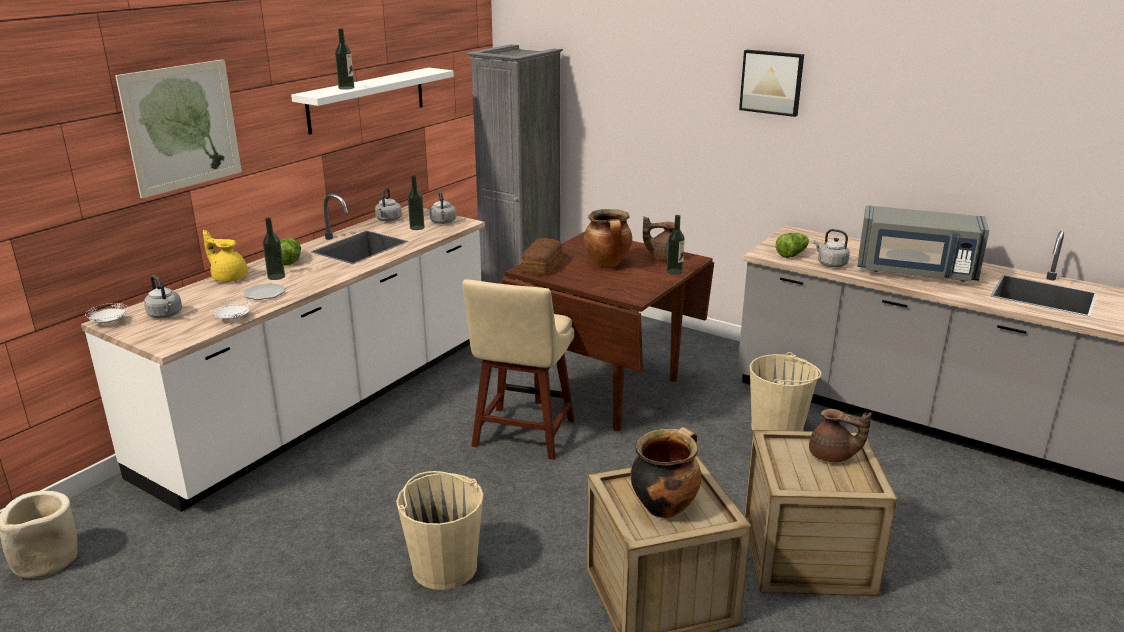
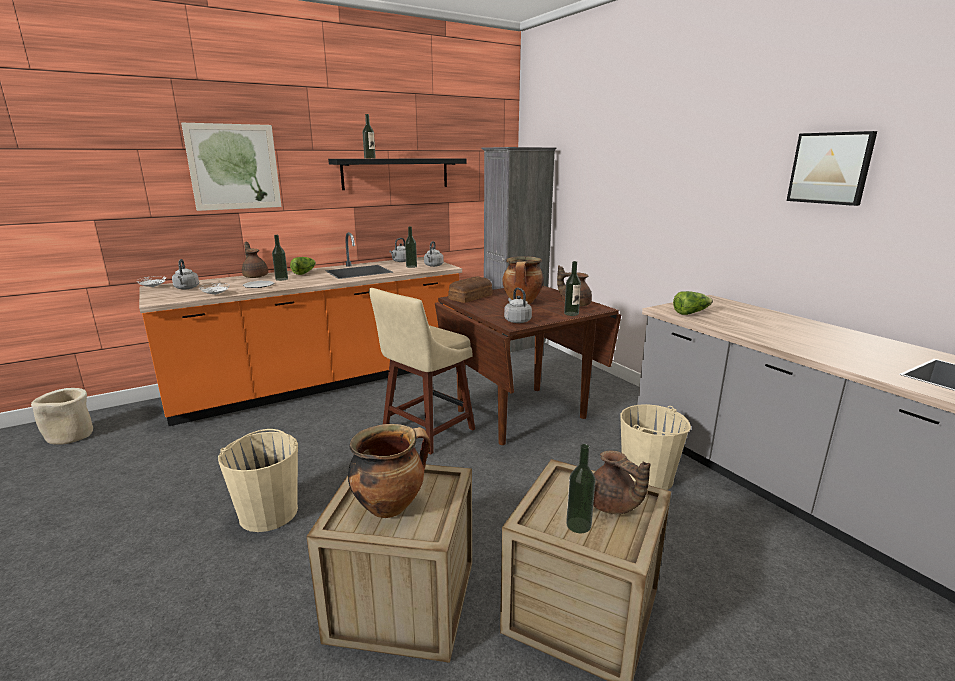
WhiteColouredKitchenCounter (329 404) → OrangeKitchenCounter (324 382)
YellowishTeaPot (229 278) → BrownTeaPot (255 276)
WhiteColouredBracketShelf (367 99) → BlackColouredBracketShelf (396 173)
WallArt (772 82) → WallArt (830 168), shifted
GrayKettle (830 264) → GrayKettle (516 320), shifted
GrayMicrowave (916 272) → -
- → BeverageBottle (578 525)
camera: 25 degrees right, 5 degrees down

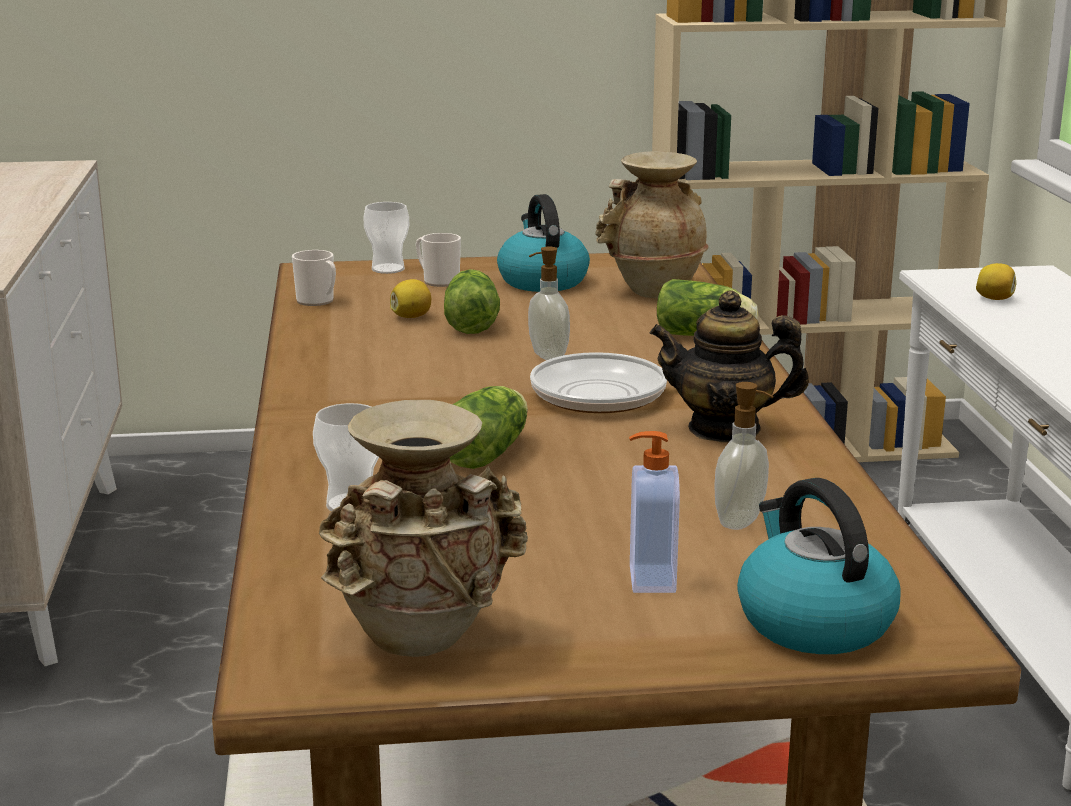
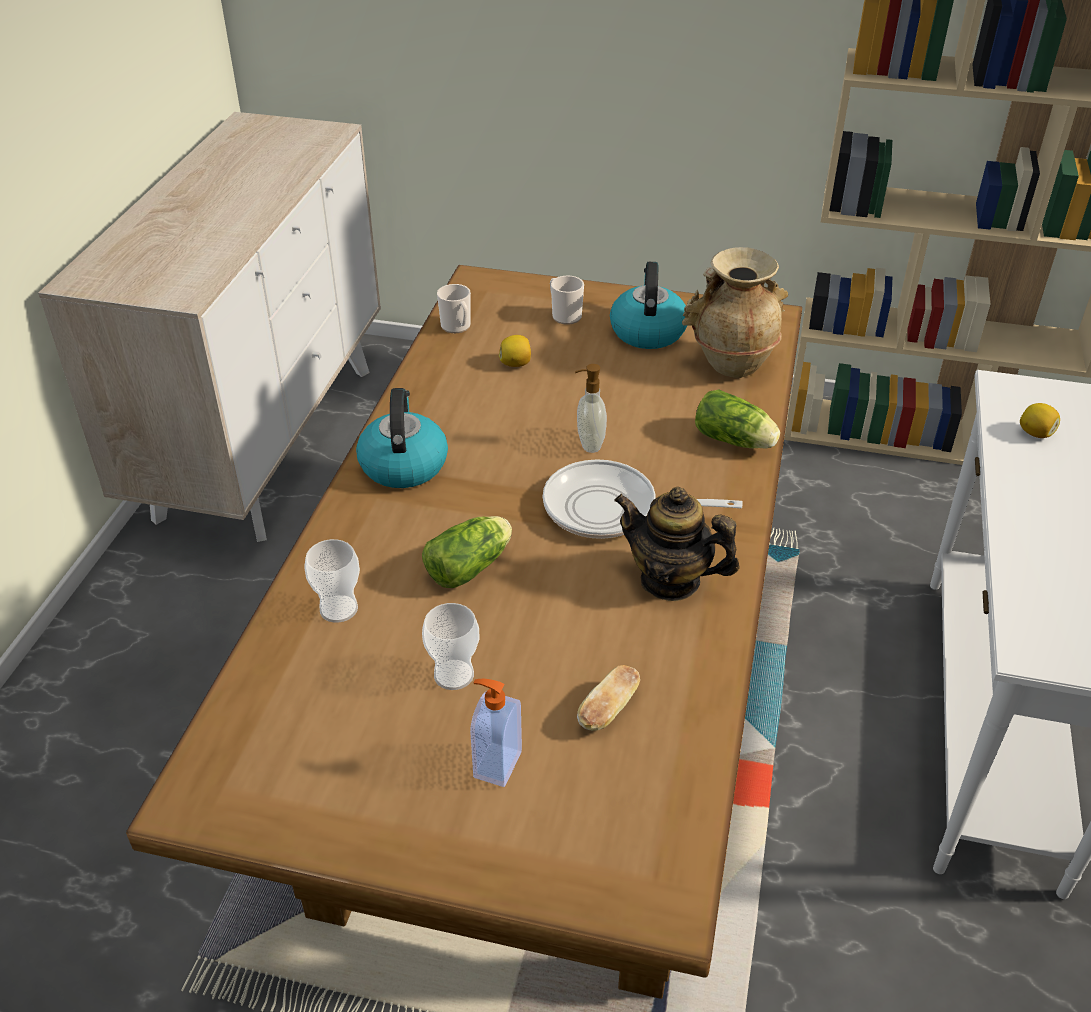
BeigeVase (422 639) → -
Cup (388 269) → Cup (454 675), shifted
Lettuce (471 322) → -
SoapDispenser (741 521) → Bread (608 709)
Kettle (812 621) → Kettle (403 464), shifted
camera: 20 degrees right, 20 degrees up

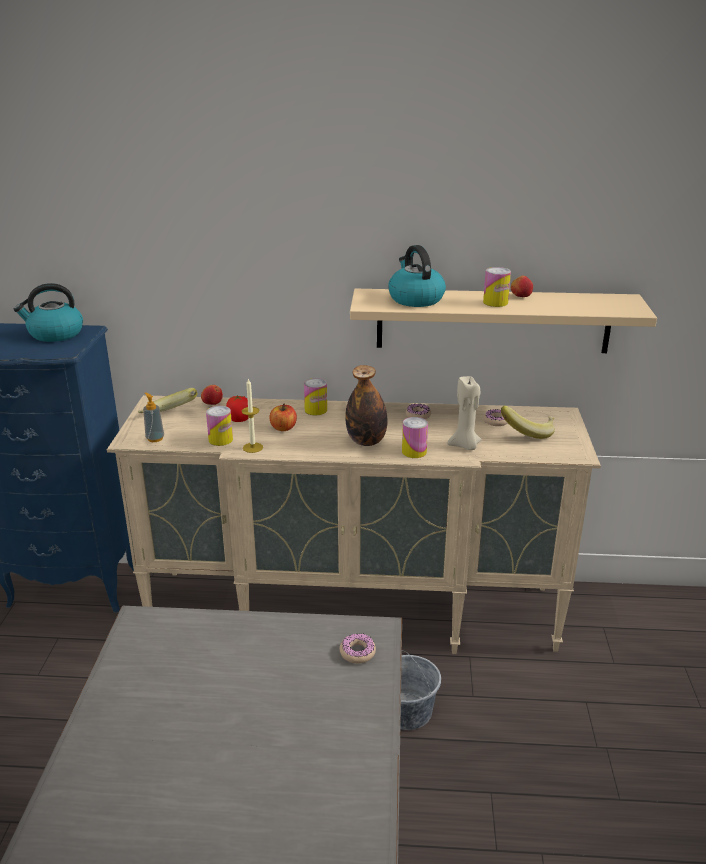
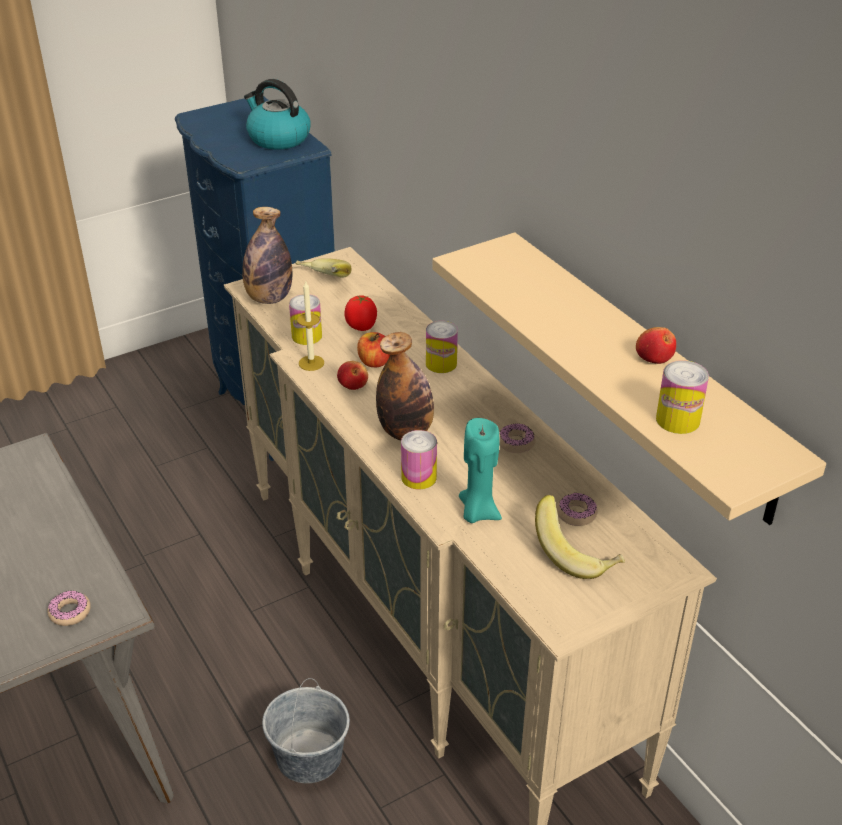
SoapDispenser (155 438) → BeverageBottle (269 298)
WholeApple (212 403) → WholeApple (353 384), shifted
Kettle (415 299) → -
BeigeCandle (465 446) → TurquoiseCandle (478 512)
MetalCan (495 302) → MetalCan (677 420), shifted
camera: 55 degrees right, 10 degrees up

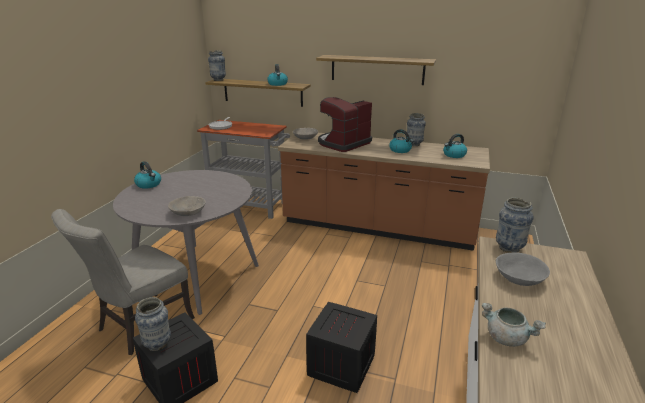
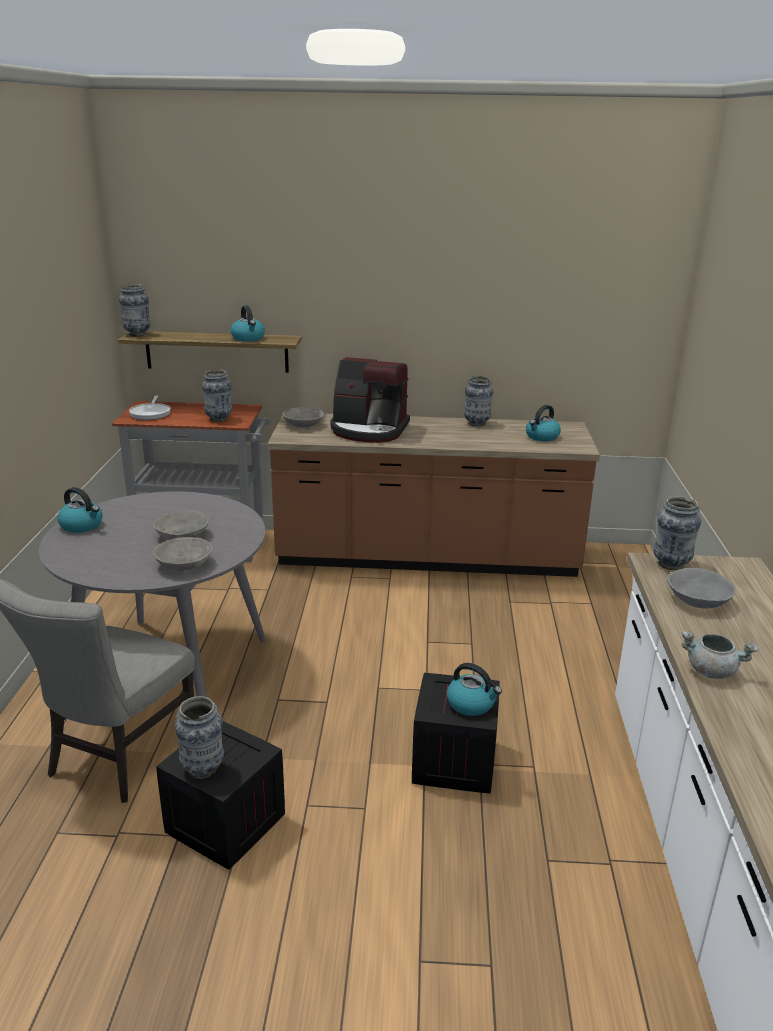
BracketShelf (377 69) → -
CoffeeBrewer (343 143) → CoffeeBrewer (369 430), 105 degrees counterclockwise
Kettle (400 150) → Kettle (471 704), shifted
- → GrayServingBowl (183 536)
- → Vase (219 419)
camera: 15 degrees left, 0 degrees up

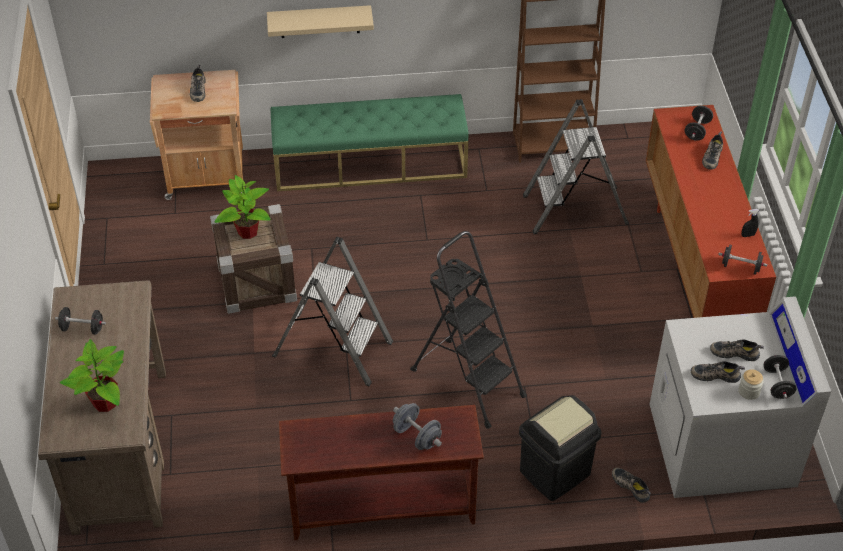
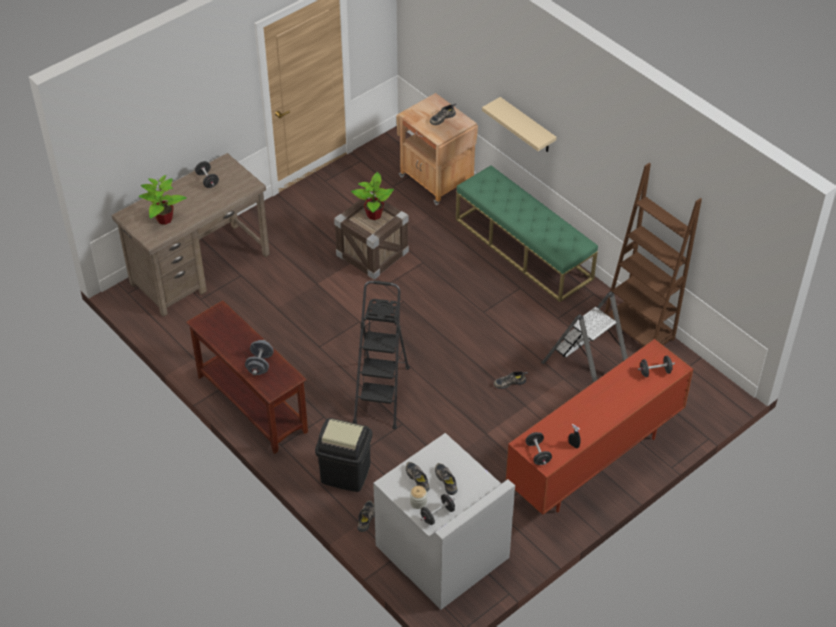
GrayStepStool (331 347) → -
Shoe (712 156) → Shoe (510 382), shifted
camera: 55 degrees right, 0 degrees up

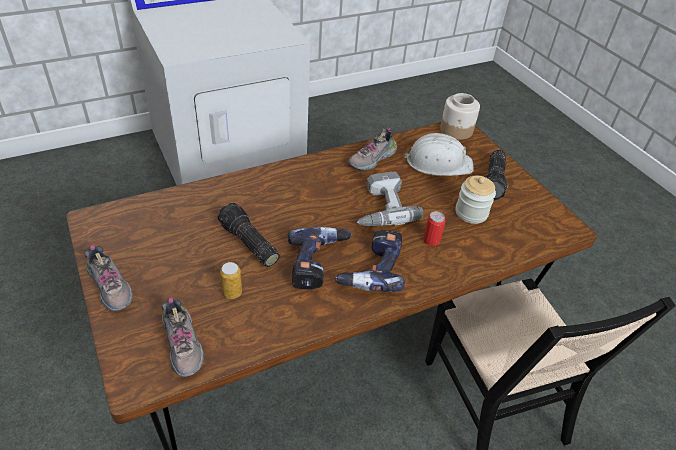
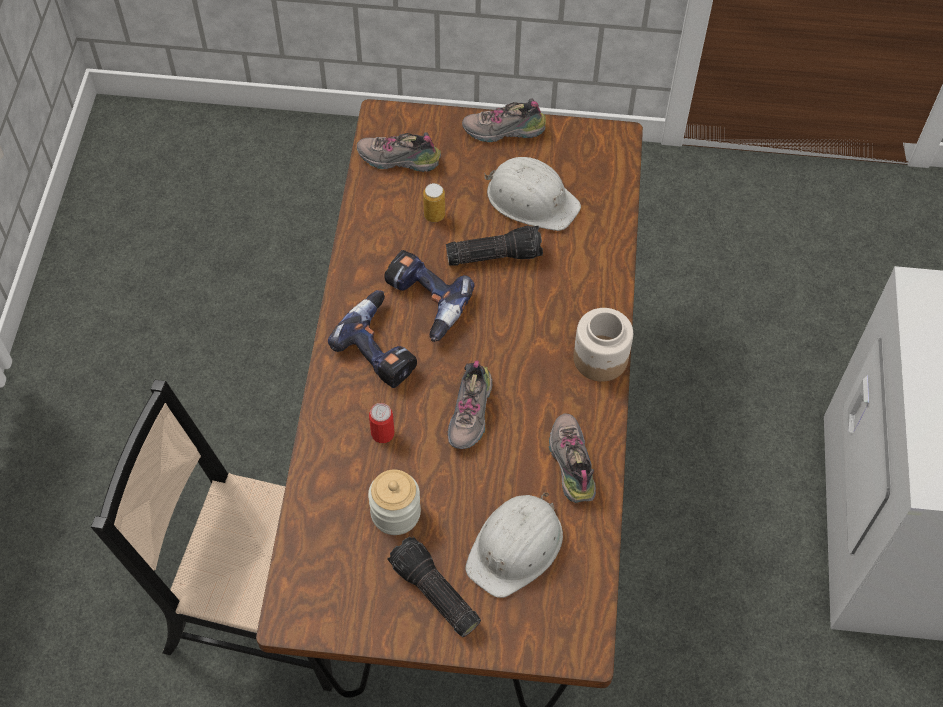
PowerDrill (380 207) → Shoe (471 413)
Jar (456 130) → Jar (599 358), shifted
- → WhiteColouredSafetyHelmet (531 199)
camera: 125 degrees right, 15 degrees up

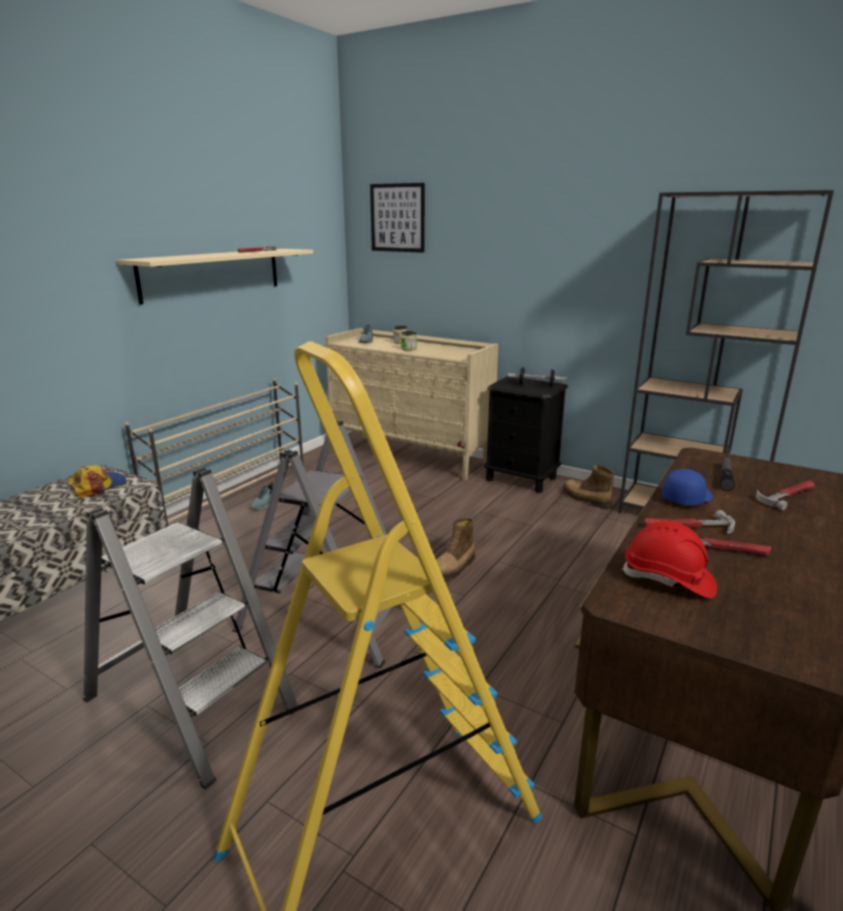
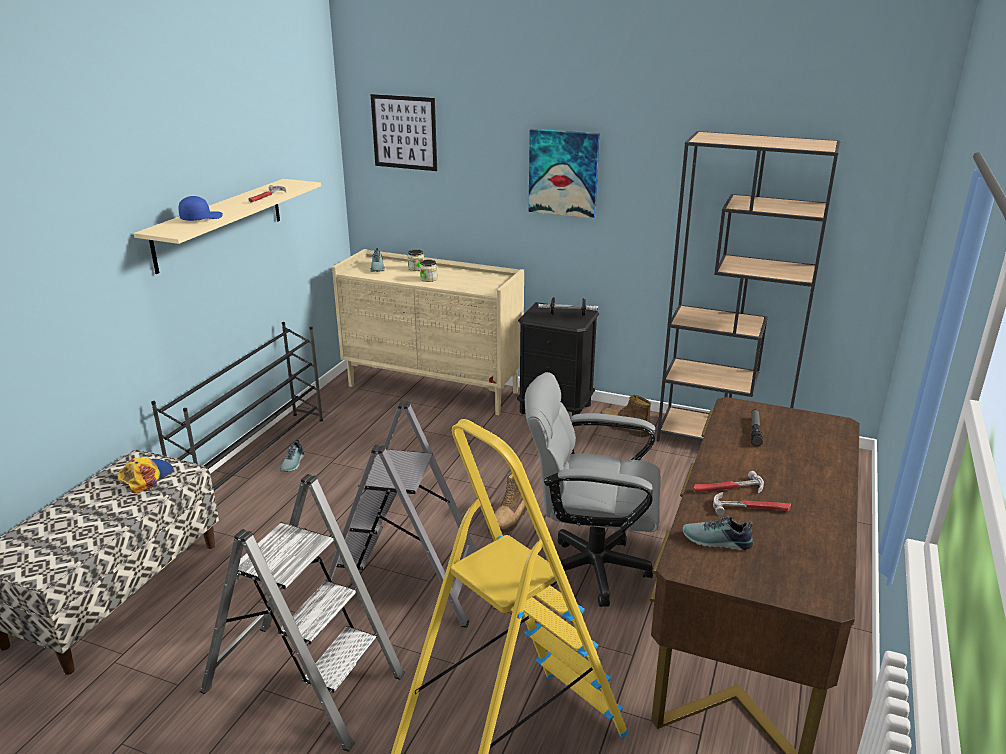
BeigeShoeShelf (233 498) → BlackColouredShoeShelf (256 460)
RedSafetyHelmet (668 580) → Shoe (716 542)
BlueBaseballCap (686 498) → BlueBaseballCap (201 218), shifted
Hammer (787 495) → -
- → GrayComputerChair (589 571)
- → WallArt (563 173)
camera: 10 degrees left, 5 degrees up

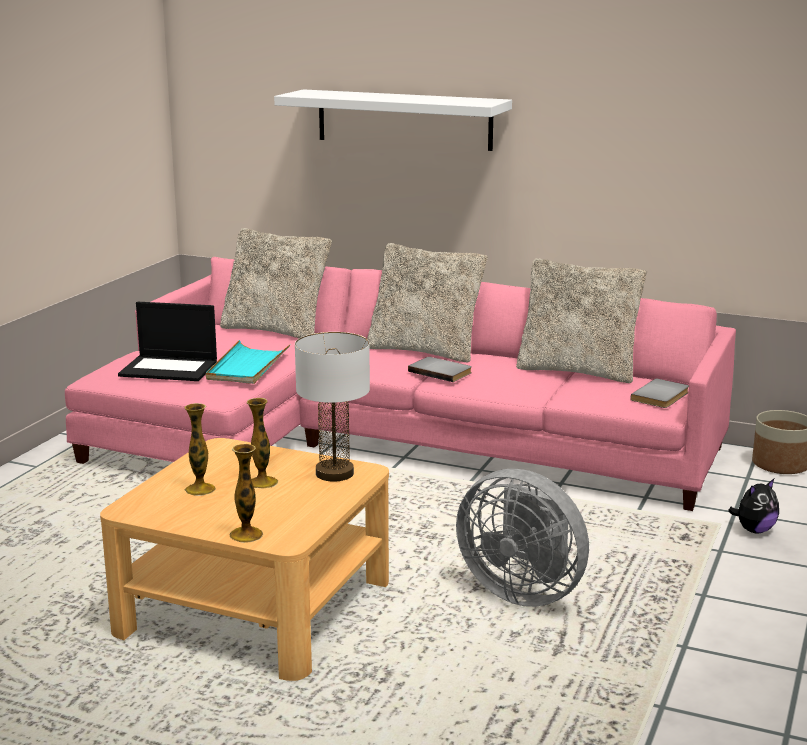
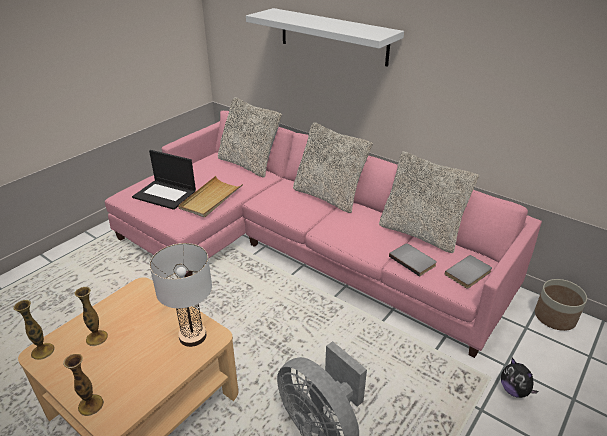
TurquoiseTray (247 366) → BeigeTray (211 199)
Vase (263 482) → Vase (43 351), shifted
GrayVolume (441 371) → GrayVolume (413 260), shifted
SoftToy (754 530) → SoftToy (514 390), 75 degrees clockwise
camera: 15 degrees right, 15 degrees up

